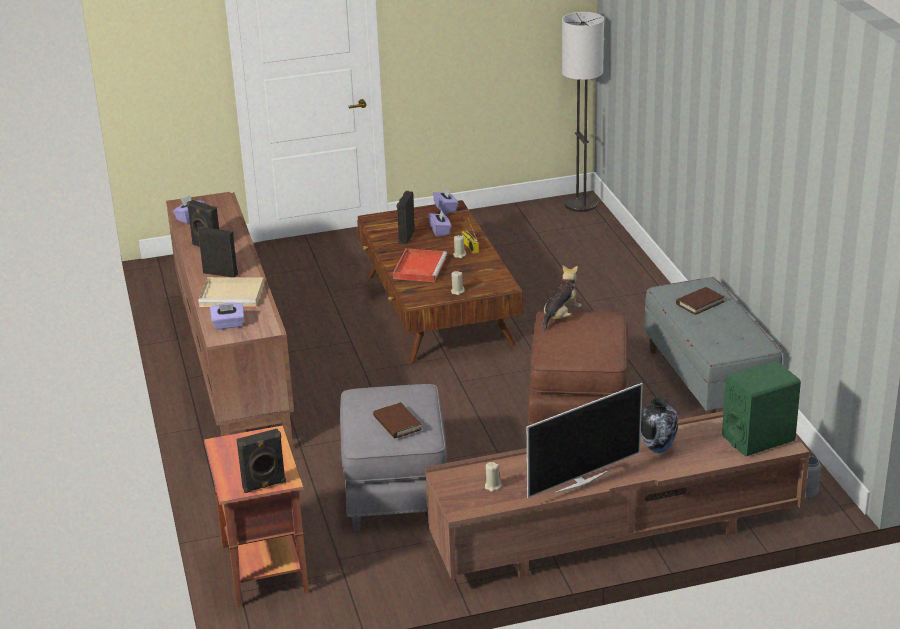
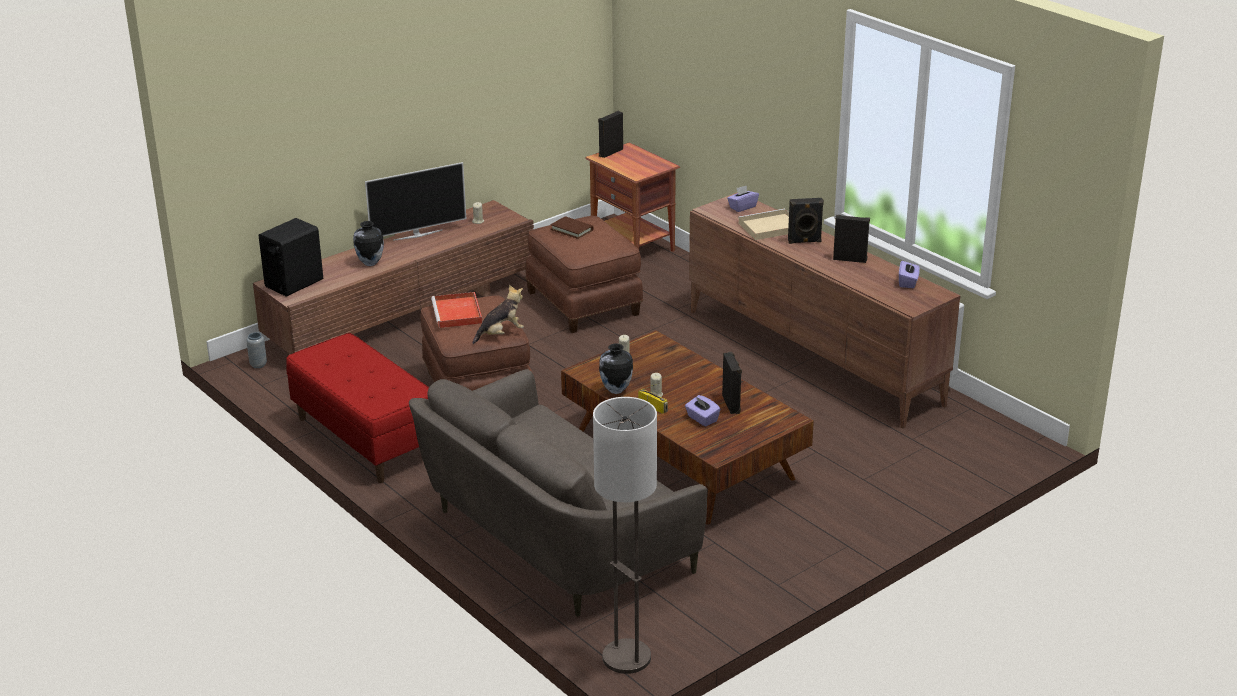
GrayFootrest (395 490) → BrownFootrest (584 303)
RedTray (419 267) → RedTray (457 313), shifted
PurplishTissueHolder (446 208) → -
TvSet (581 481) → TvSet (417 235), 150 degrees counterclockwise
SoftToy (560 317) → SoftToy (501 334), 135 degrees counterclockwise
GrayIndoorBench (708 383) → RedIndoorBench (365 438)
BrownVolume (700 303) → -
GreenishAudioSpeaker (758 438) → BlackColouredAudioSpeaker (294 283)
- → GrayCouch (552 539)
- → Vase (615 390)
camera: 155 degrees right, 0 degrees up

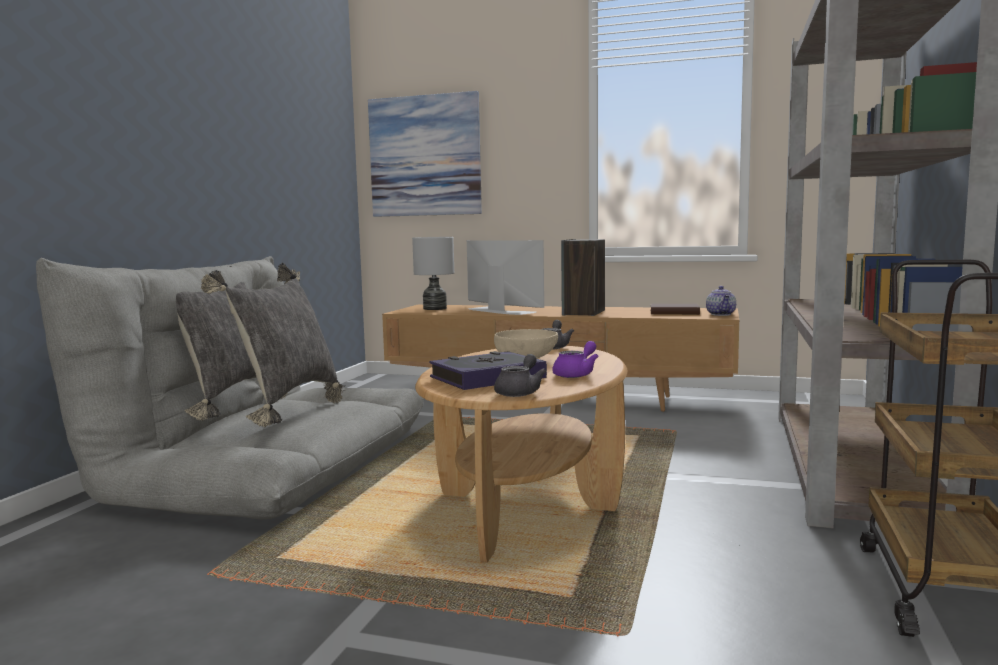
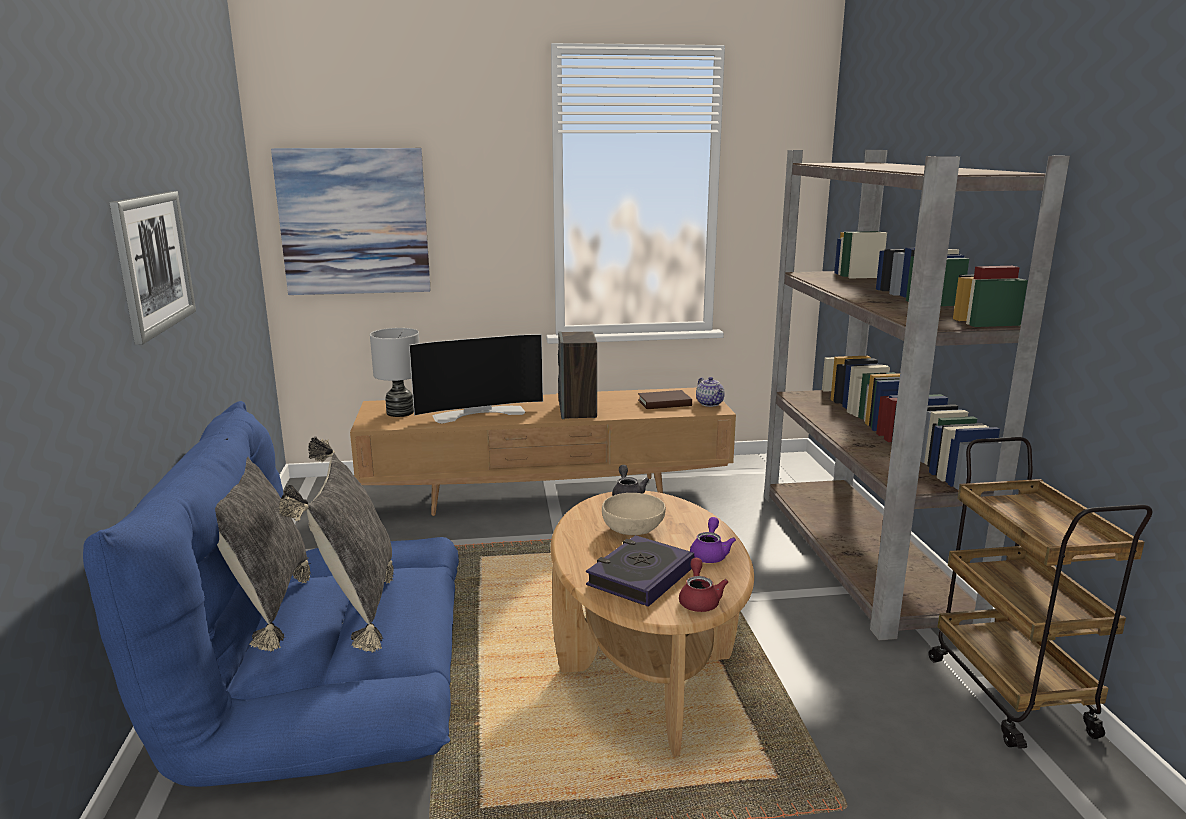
GrayCouch (267 464) → BlueCouch (324 666)
TvSet (497 310) → TvSet (479 412), 135 degrees clockwise
GrayTeaPot (520 392) → RedTeaPot (699 600)
- → WallArt (153 263)
camera: 25 degrees left, 10 degrees up

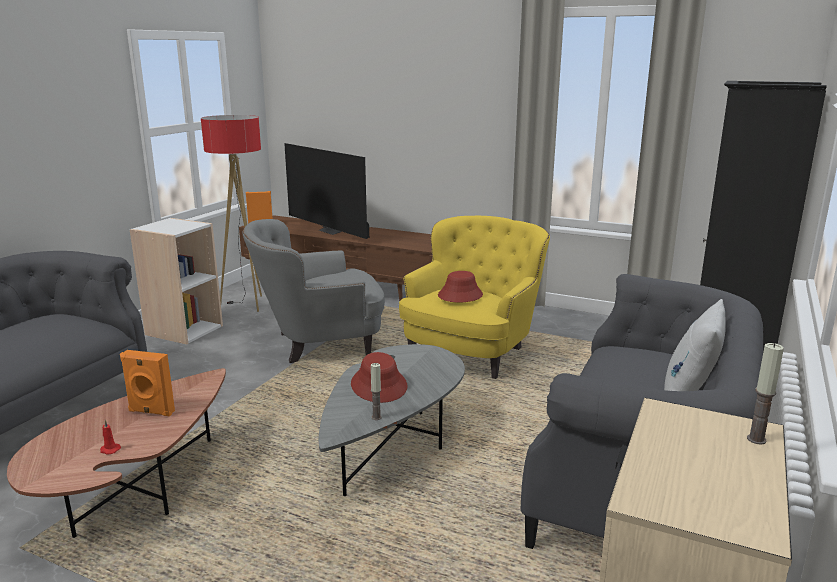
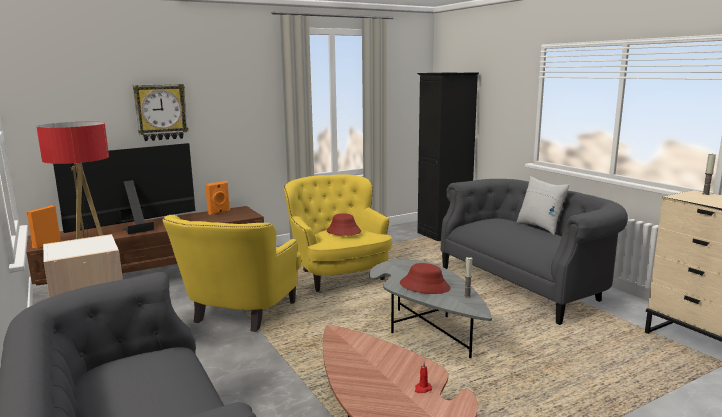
OrangeAudioSpeaker (151 412) → OrangeAudioSpeaker (219 212), shifted
GrayEasyChair (318 343) → YellowishEasyChair (240 313)
TvSet (332 231) → TvSet (136 228), 150 degrees clockwise
- → WallClock (161 112)
camera: 55 degrees left, 5 degrees down

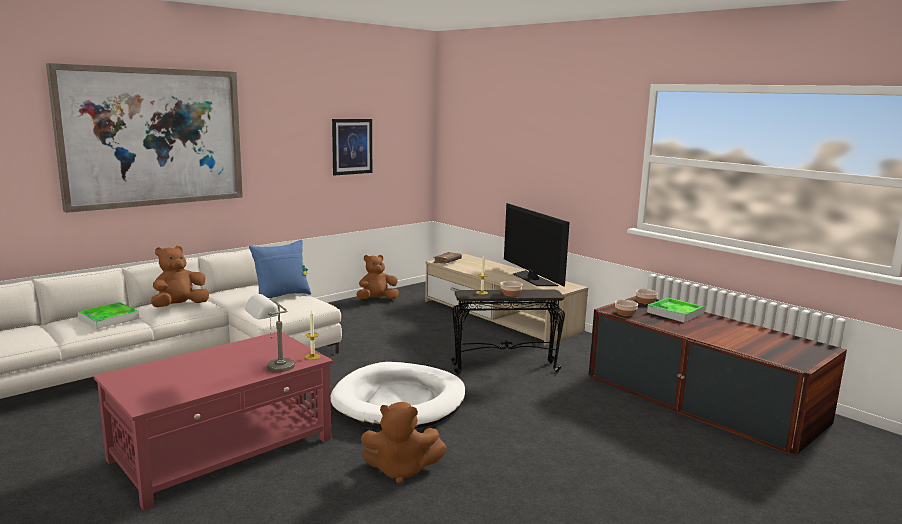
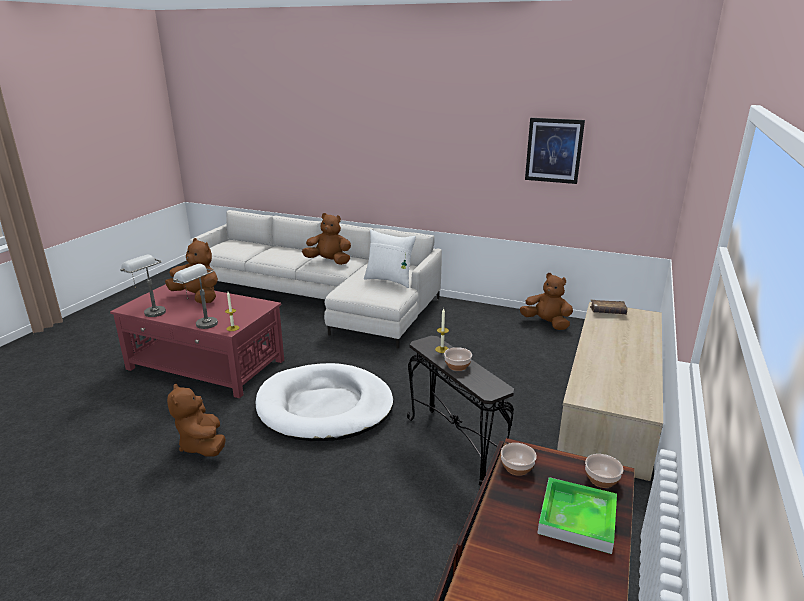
WallArt (153 137) → -
Tray (109 318) → -
BlueThrowPillow (282 296) → WhiteColouredThrowPillow (389 281)
TvSet (533 279) → -
- → GrayLampForATable (150 311)
- → BrownSoftToy (198 297)
camera: 65 degrees right, 10 degrees up

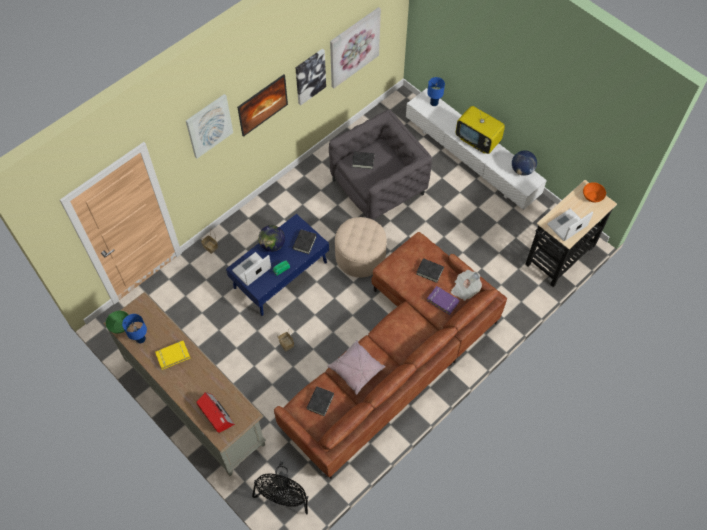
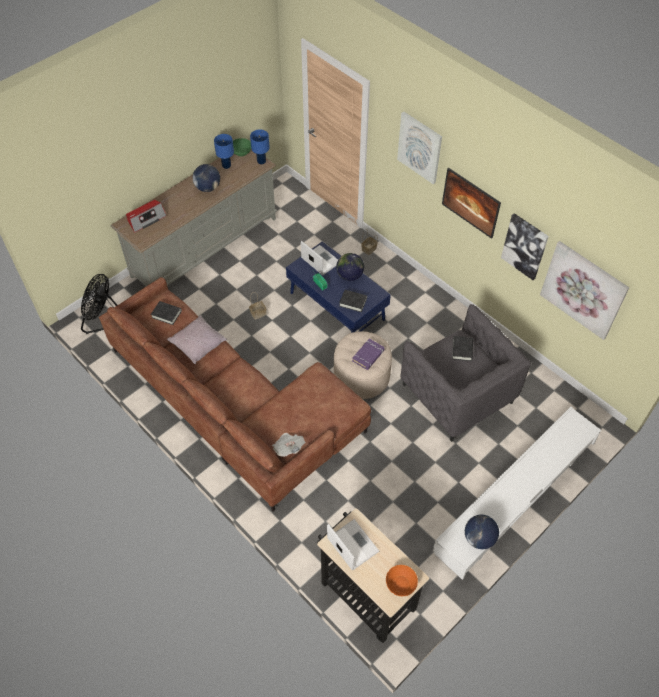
YellowishVolume (173 355) → DeskGlobe (208 188)
BlackColouredVolume (430 271) → -
BlueLampForATable (434 103) → BlueLampForATable (262 161), shifted
PurplishVolume (443 301) → PurplishVolume (368 356), shifted
TvSet (478 140) → -
camera: 90 degrees right, 5 degrees down

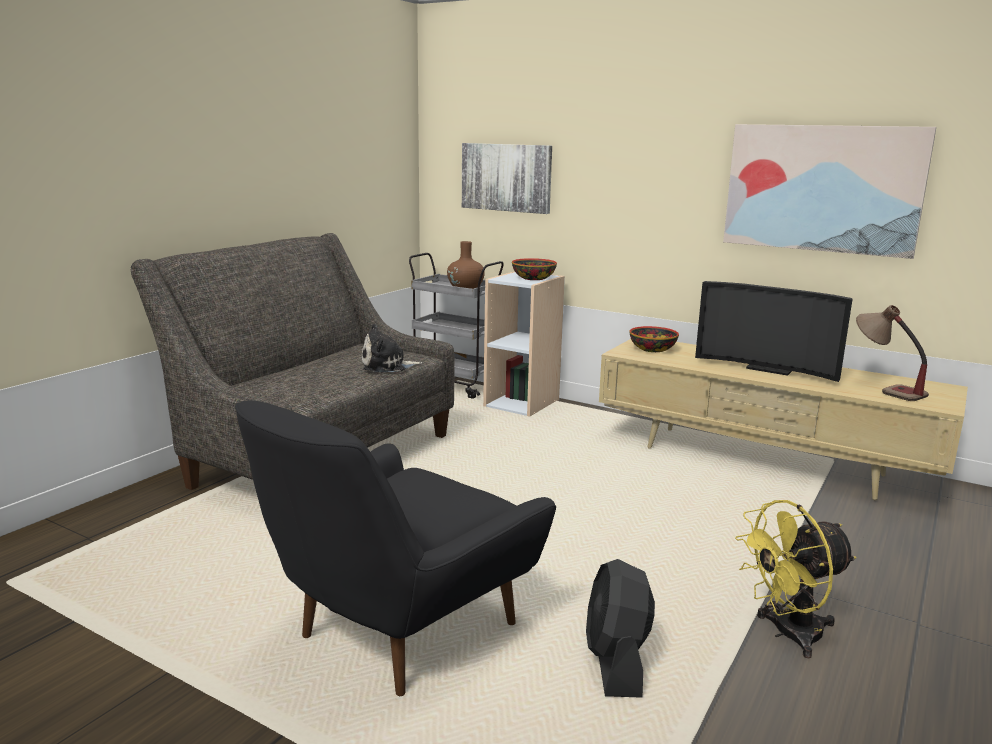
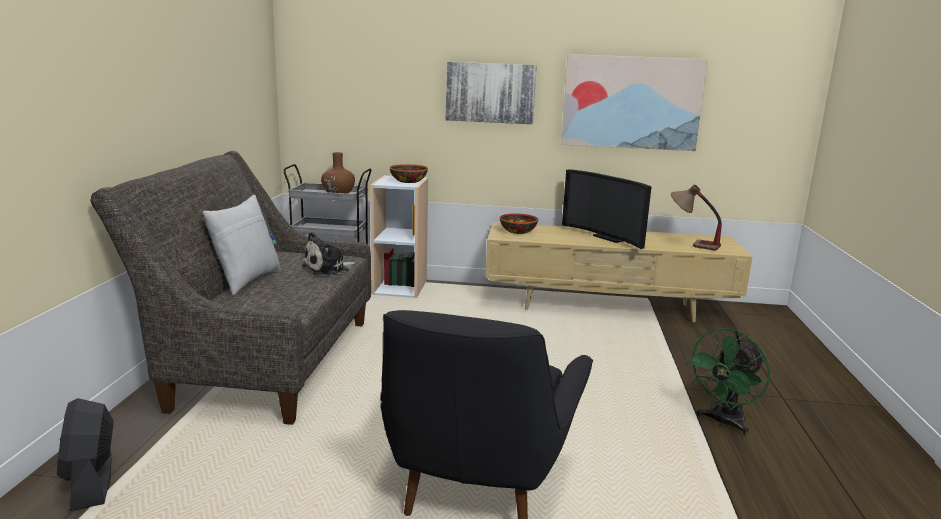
WallArt (506 177) → WallArt (490 93), shifted
BlackColouredElectricFan (616 662) → BlackColouredElectricFan (91 482), shifted
TvSet (768 369) → TvSet (609 238), 45 degrees clockwise
YellowishElectricFan (787 634) → GreenishElectricFan (723 423)
- → GrayThrowPillow (247 281)
camera: 25 degrees left, 0 degrees up

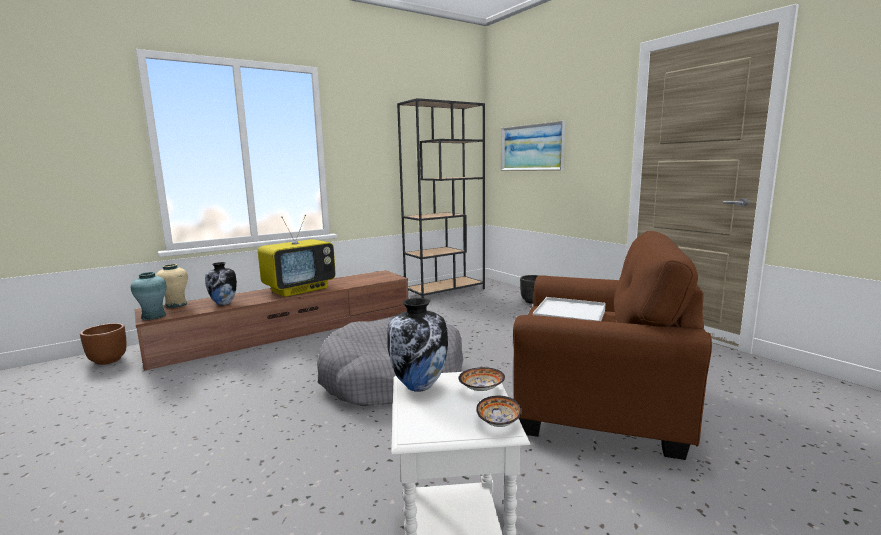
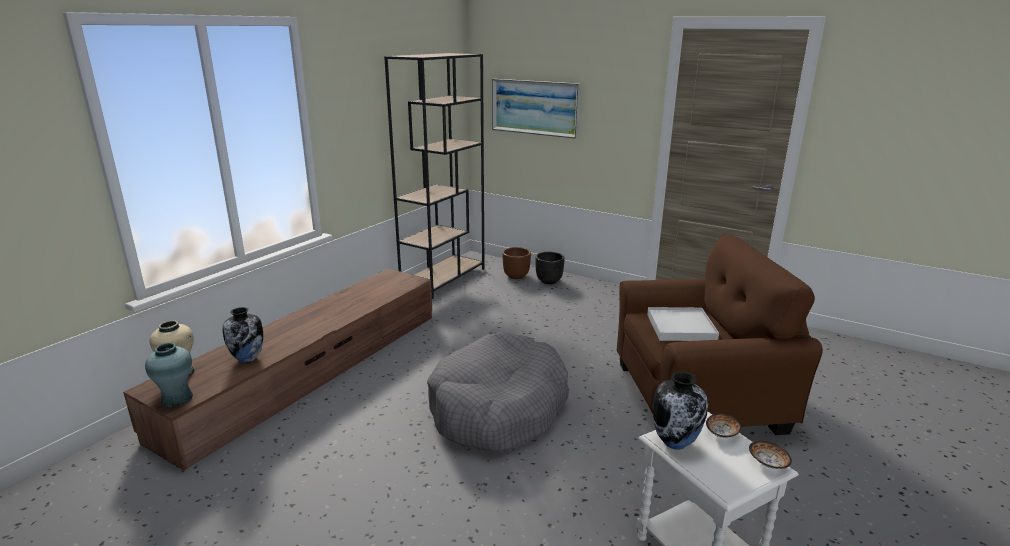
BrownFlowerPot (108 360) → BrownFlowerPot (516 276), shifted
TvSet (300 289) → -
camera: 25 degrees left, 10 degrees up

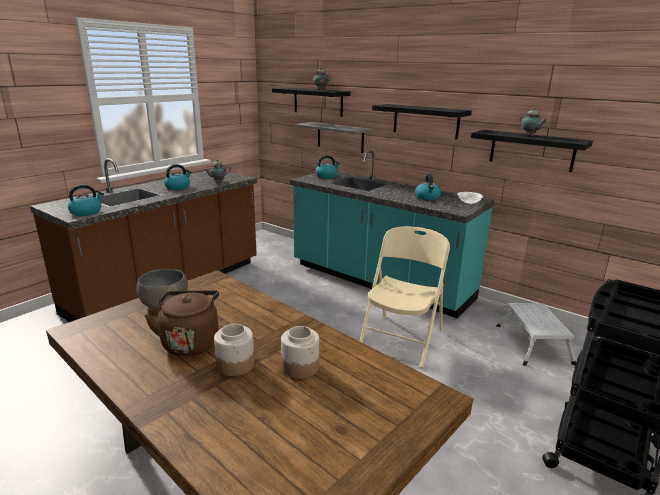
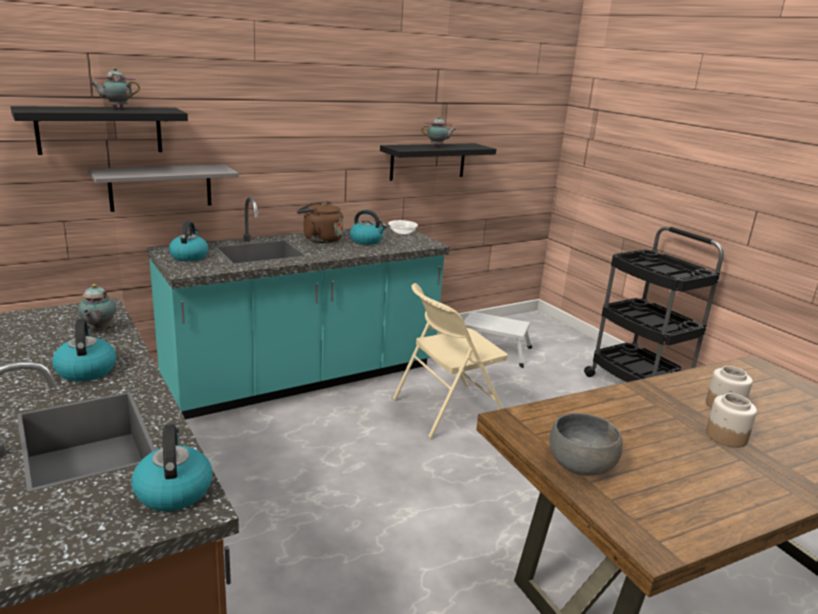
BrownKettle (190 342) → BrownKettle (320 239), shifted
BeigeChair (401 339) → BeigeChair (449 409), 75 degrees counterclockwise
BlackColouredBracketShelf (425 121) → -
camera: 70 degrees left, 0 degrees up

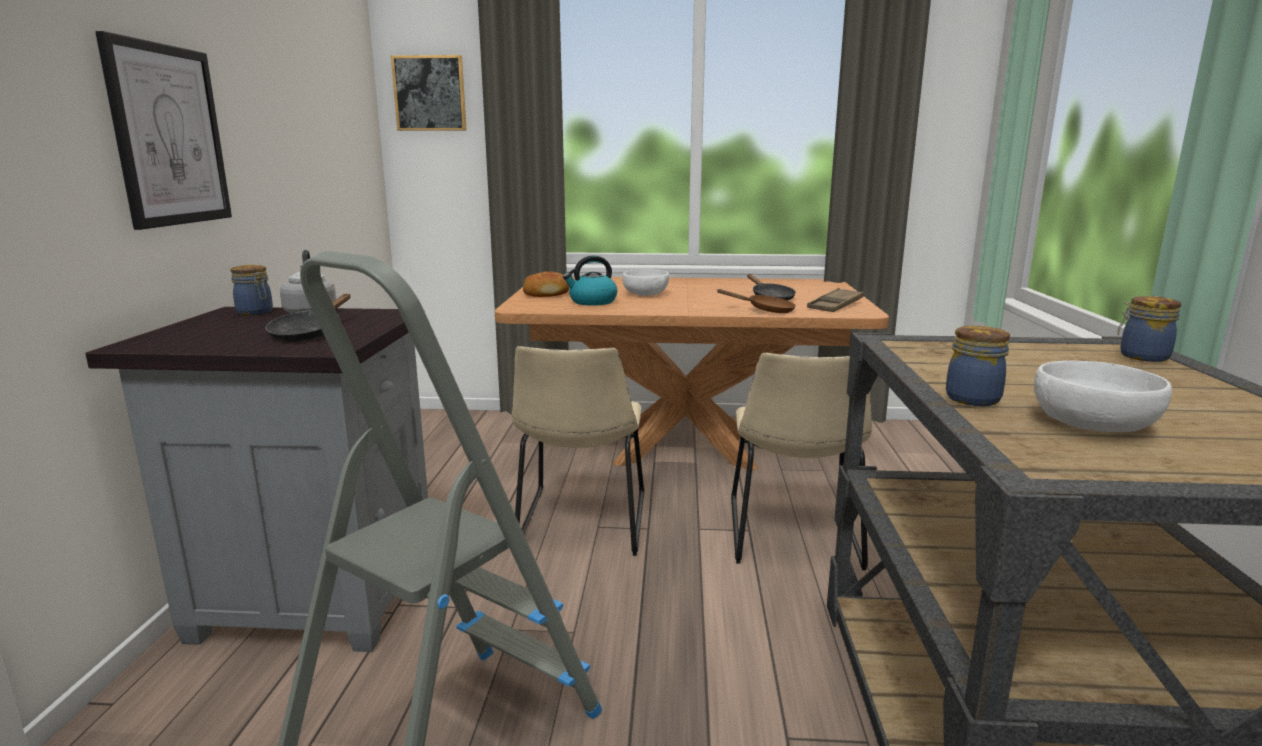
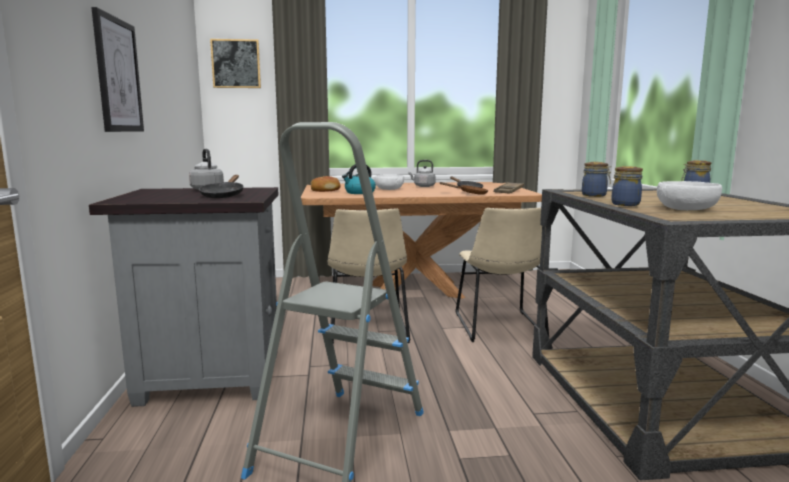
Jar (256 313) → Jar (595 195), shifted
- → GrayKettle (423 186)
camera: 10 degrees left, 5 degrees down

